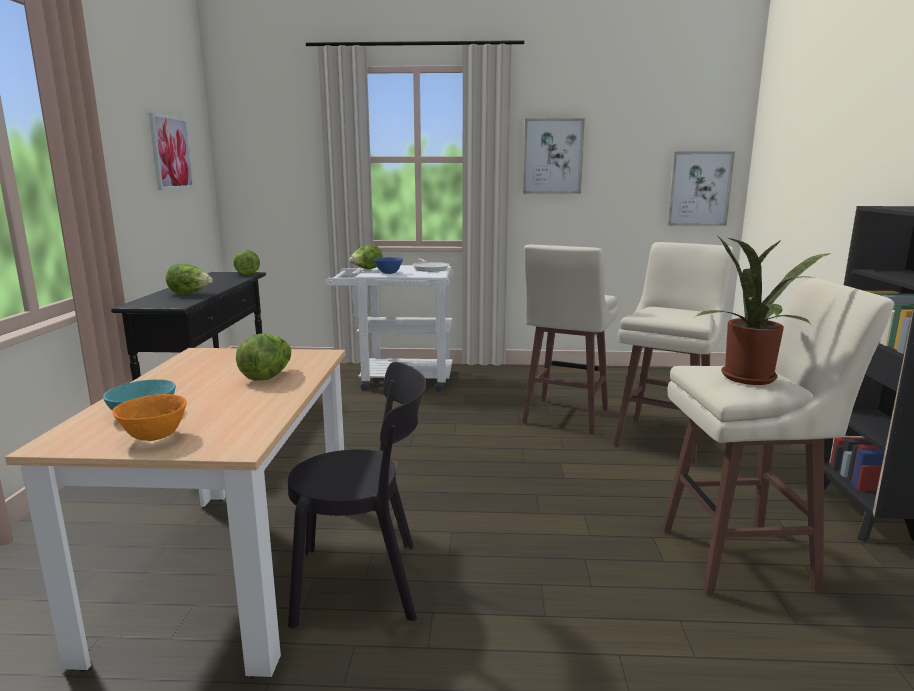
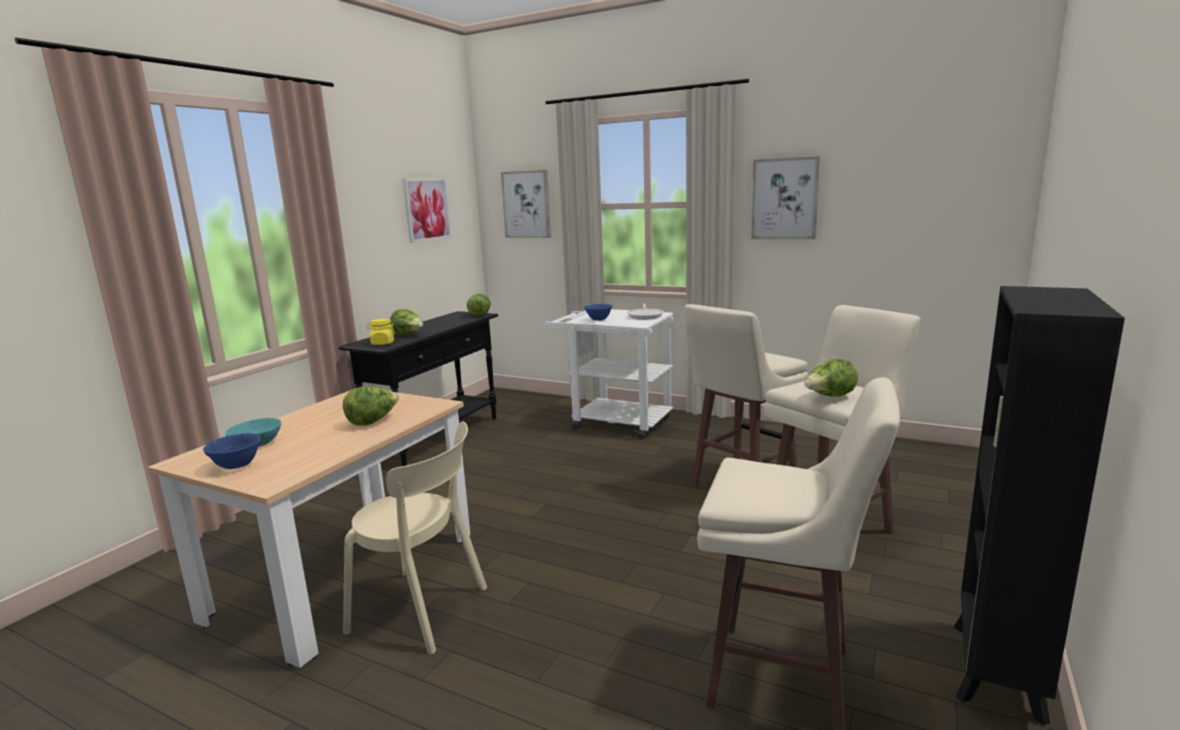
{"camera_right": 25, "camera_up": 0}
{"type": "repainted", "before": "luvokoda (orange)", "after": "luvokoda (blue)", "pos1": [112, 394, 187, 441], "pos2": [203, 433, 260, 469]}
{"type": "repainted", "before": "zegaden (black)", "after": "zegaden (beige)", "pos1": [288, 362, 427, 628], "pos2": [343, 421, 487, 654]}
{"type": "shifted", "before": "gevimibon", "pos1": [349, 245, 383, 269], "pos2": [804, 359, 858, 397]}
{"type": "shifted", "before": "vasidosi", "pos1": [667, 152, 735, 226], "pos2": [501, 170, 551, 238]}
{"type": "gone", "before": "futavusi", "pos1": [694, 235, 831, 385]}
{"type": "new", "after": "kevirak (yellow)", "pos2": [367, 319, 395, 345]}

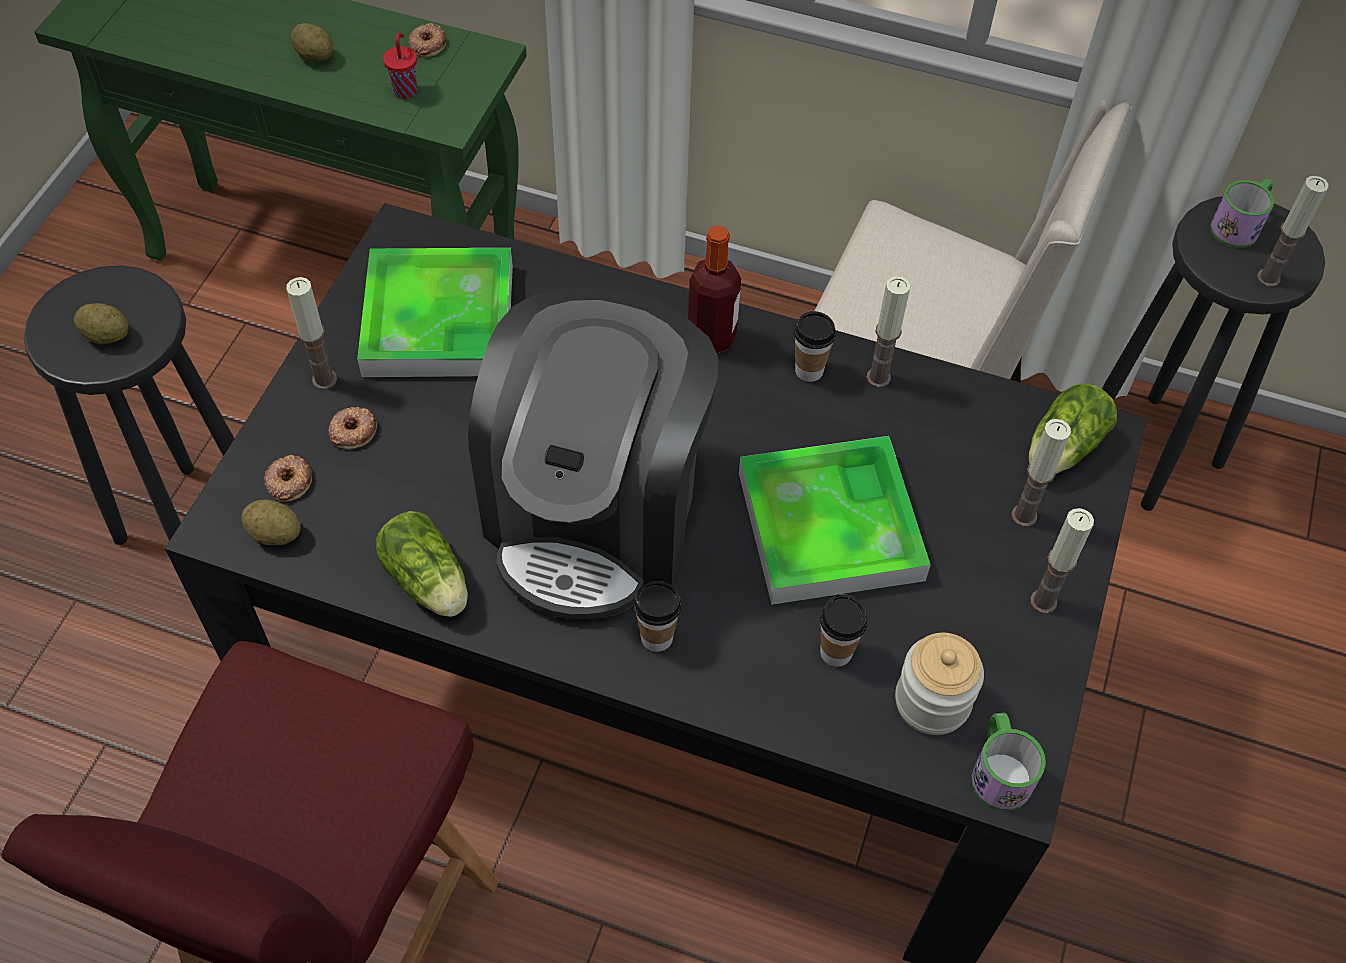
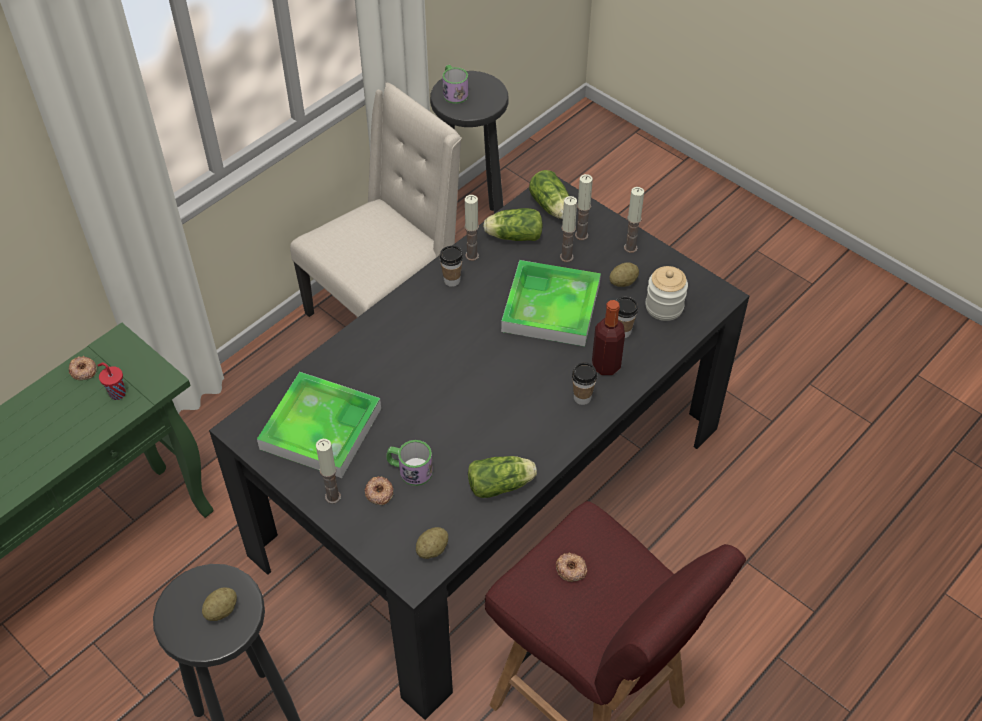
{"camera_right": -65, "camera_up": -5}
{"type": "shifted", "before": "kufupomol", "pos1": [264, 455, 312, 502], "pos2": [556, 552, 587, 582]}
{"type": "shifted", "before": "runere", "pos1": [291, 23, 333, 62], "pos2": [610, 262, 639, 287]}
{"type": "gone", "before": "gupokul", "pos1": [468, 287, 718, 619]}
{"type": "shifted", "before": "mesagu", "pos1": [688, 225, 741, 353], "pos2": [592, 300, 625, 375]}
{"type": "shifted", "before": "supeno", "pos1": [972, 713, 1046, 811], "pos2": [386, 440, 433, 486]}
{"type": "shifted", "before": "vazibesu", "pos1": [1257, 176, 1329, 287], "pos2": [560, 196, 577, 262]}
{"type": "new", "after": "gevimibon", "pos2": [483, 208, 543, 241]}

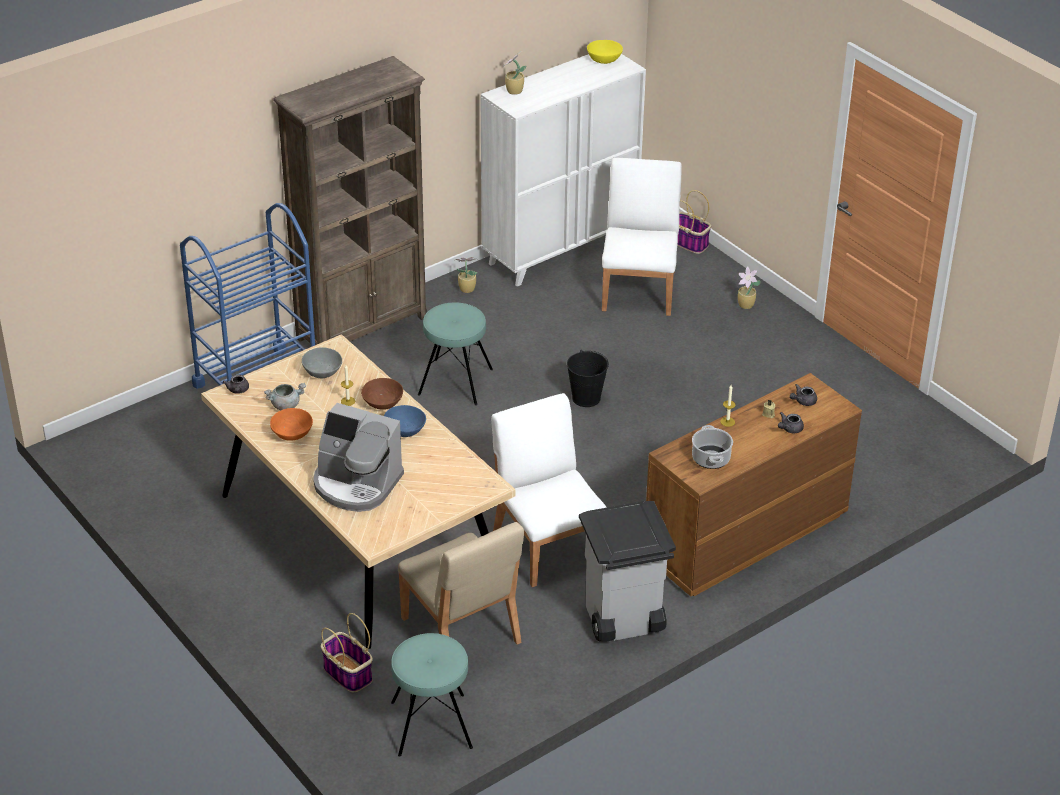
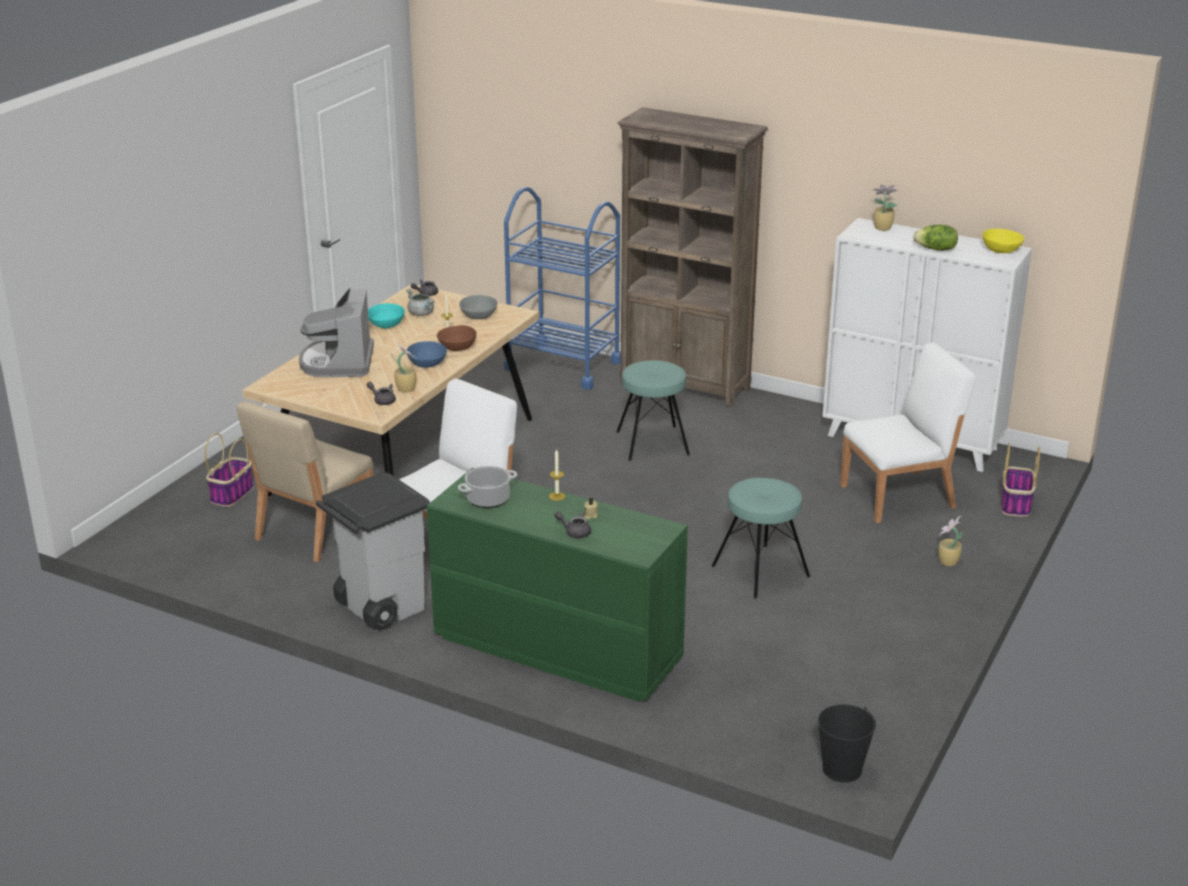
{"camera_right": 65, "camera_up": -10}
{"type": "repainted", "before": "luvokoda (orange)", "after": "luvokoda (turquoise)", "pos1": [270, 408, 313, 440], "pos2": [368, 303, 405, 328]}
{"type": "shifted", "before": "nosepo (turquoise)", "pos1": [391, 633, 473, 757], "pos2": [712, 478, 810, 599]}
{"type": "shifted", "before": "futavusi", "pos1": [455, 257, 478, 293], "pos2": [391, 342, 417, 393]}
{"type": "shifted", "before": "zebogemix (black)", "pos1": [567, 350, 609, 407], "pos2": [818, 704, 876, 783]}
{"type": "repainted", "before": "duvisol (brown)", "after": "duvisol (green)", "pos1": [646, 373, 862, 596], "pos2": [427, 468, 688, 702]}
{"type": "shifted", "before": "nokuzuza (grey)", "pos1": [790, 384, 817, 406], "pos2": [366, 382, 396, 405]}
{"type": "new", "after": "gevimibon", "pos2": [913, 225, 958, 251]}

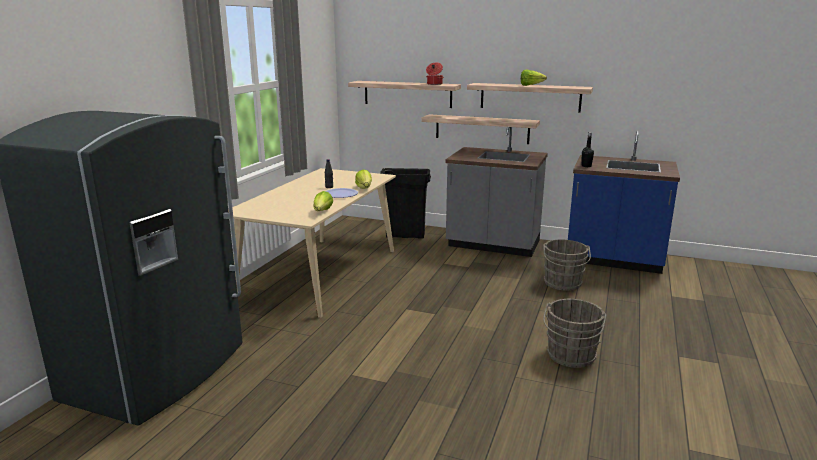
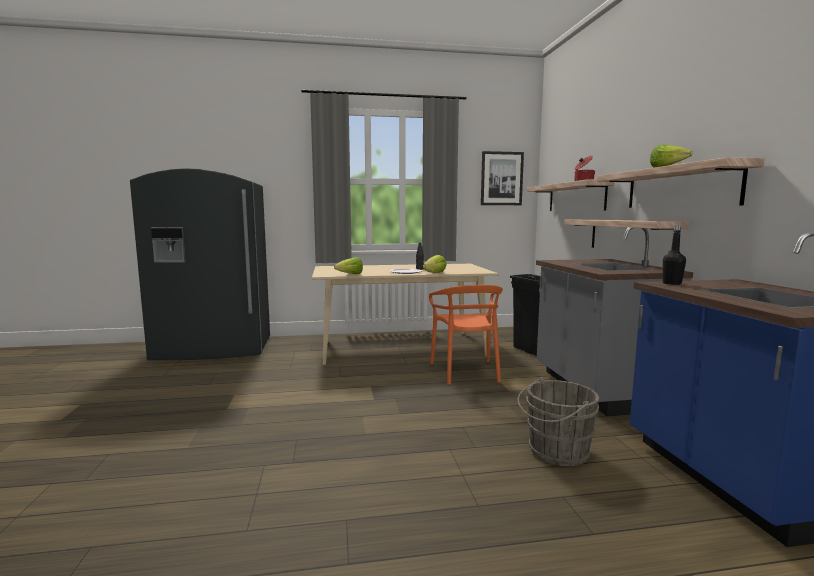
{"camera_right": 60, "camera_up": -10}
{"type": "gone", "before": "zebogemix (grey)", "pos1": [543, 299, 606, 368]}
{"type": "new", "after": "zegaden (orange)", "pos2": [429, 285, 503, 385]}
{"type": "new", "after": "vasidosi", "pos2": [481, 151, 524, 205]}

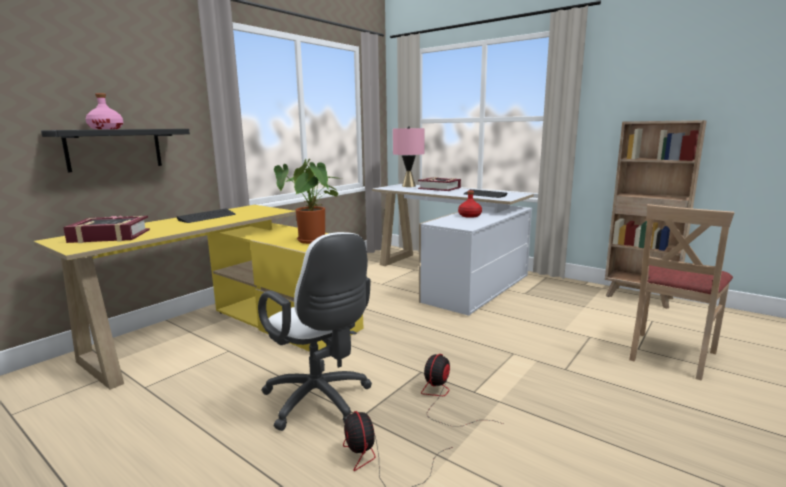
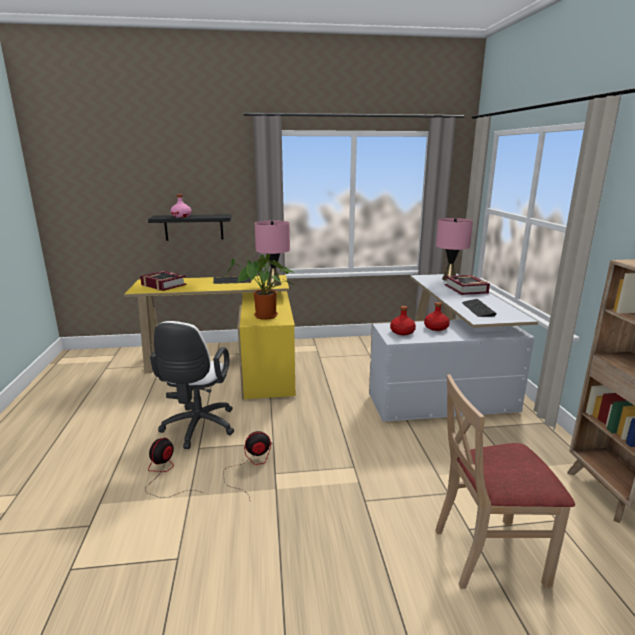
{"camera_right": 45, "camera_up": 5}
{"type": "new", "after": "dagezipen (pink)", "pos2": [255, 221, 290, 286]}
{"type": "new", "after": "mesagu (red)", "pos2": [390, 306, 416, 335]}

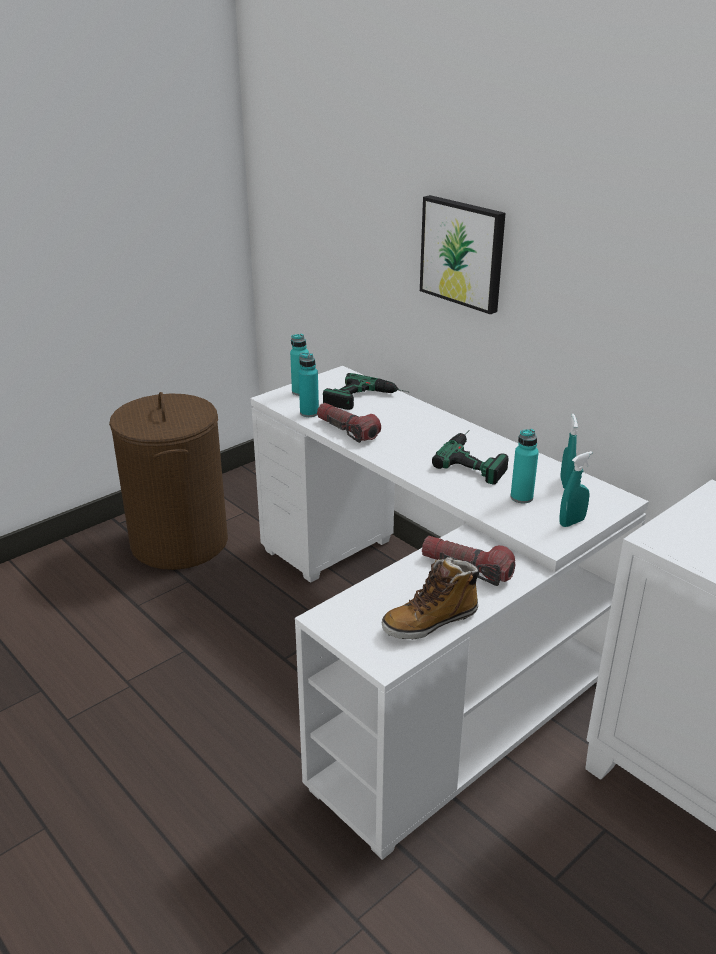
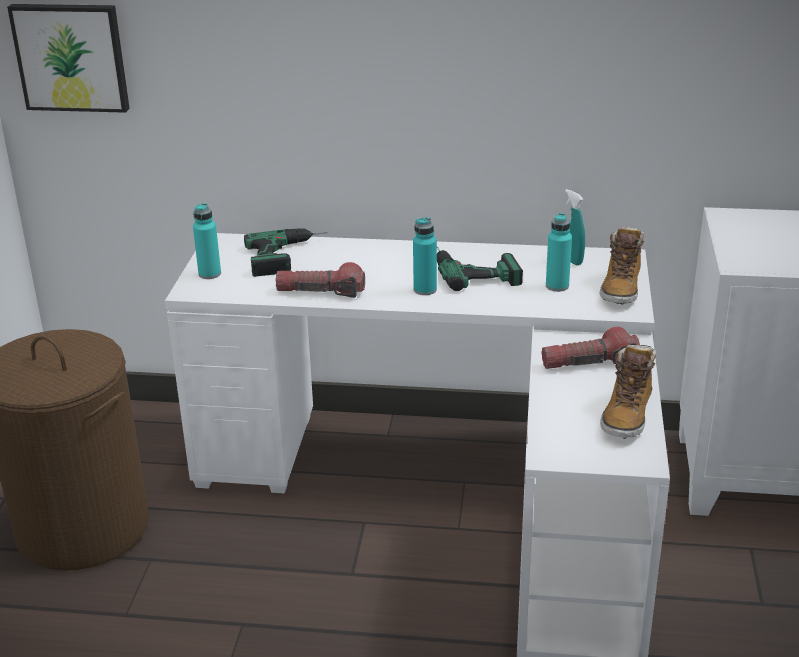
{"camera_right": -40, "camera_up": 0}
{"type": "shifted", "before": "mesagu (turquoise)", "pos1": [299, 353, 319, 417], "pos2": [413, 217, 437, 295]}
{"type": "shifted", "before": "vasidosi", "pos1": [420, 195, 505, 314], "pos2": [7, 4, 130, 113]}
{"type": "swapped", "before": "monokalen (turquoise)", "after": "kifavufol", "pos1": [560, 451, 592, 527], "pos2": [600, 227, 644, 305]}

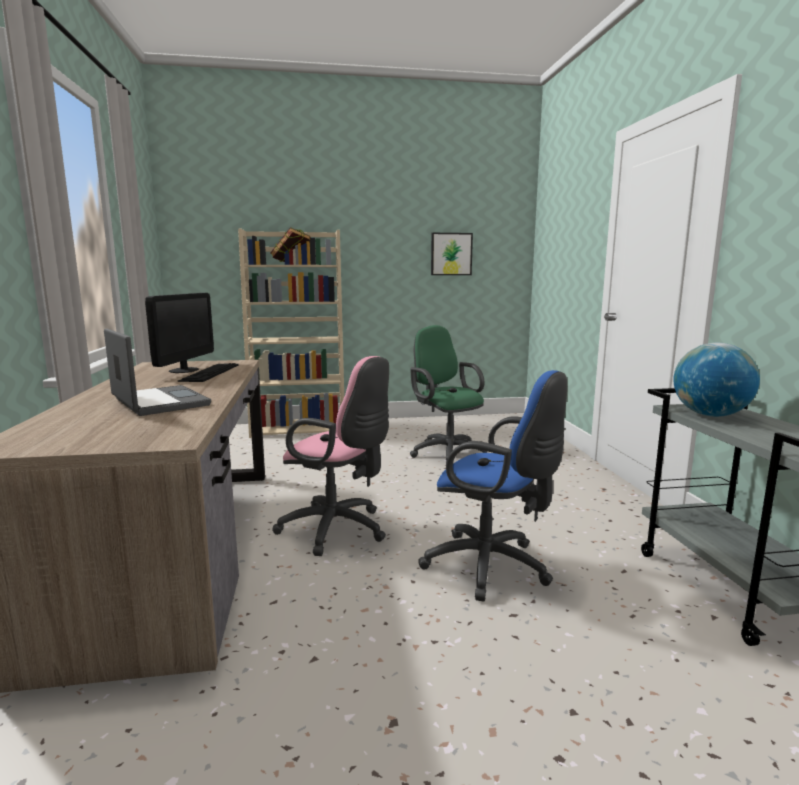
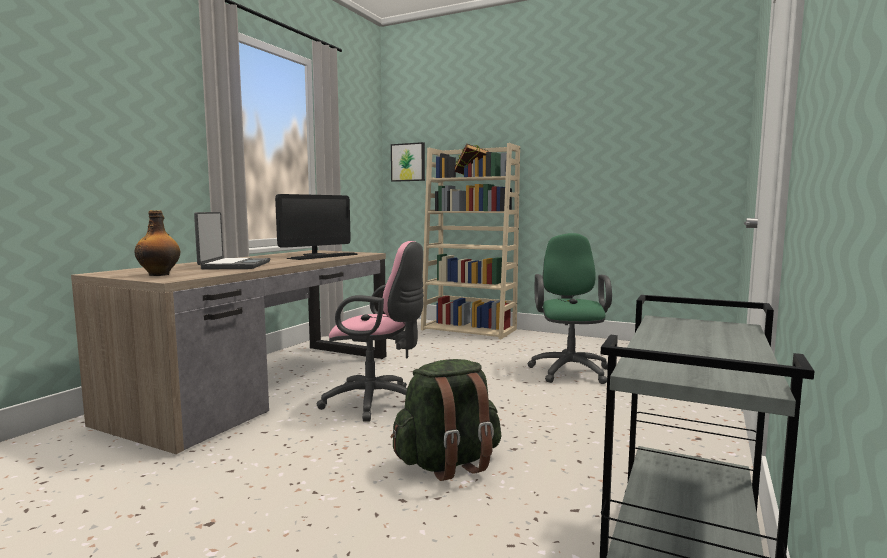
{"camera_right": 35, "camera_up": -5}
{"type": "rotated", "before": "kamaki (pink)", "pos1": [272, 356, 389, 556], "pos2": [317, 241, 424, 422], "turn": -45}
{"type": "swapped", "before": "kamaki (blue)", "after": "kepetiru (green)", "pos1": [418, 370, 567, 602], "pos2": [391, 359, 502, 481]}
{"type": "shifted", "before": "vasidosi", "pos1": [431, 233, 473, 275], "pos2": [391, 142, 425, 182]}
{"type": "gone", "before": "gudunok", "pos1": [673, 343, 760, 417]}
{"type": "new", "after": "mesagu", "pos2": [135, 210, 180, 276]}

